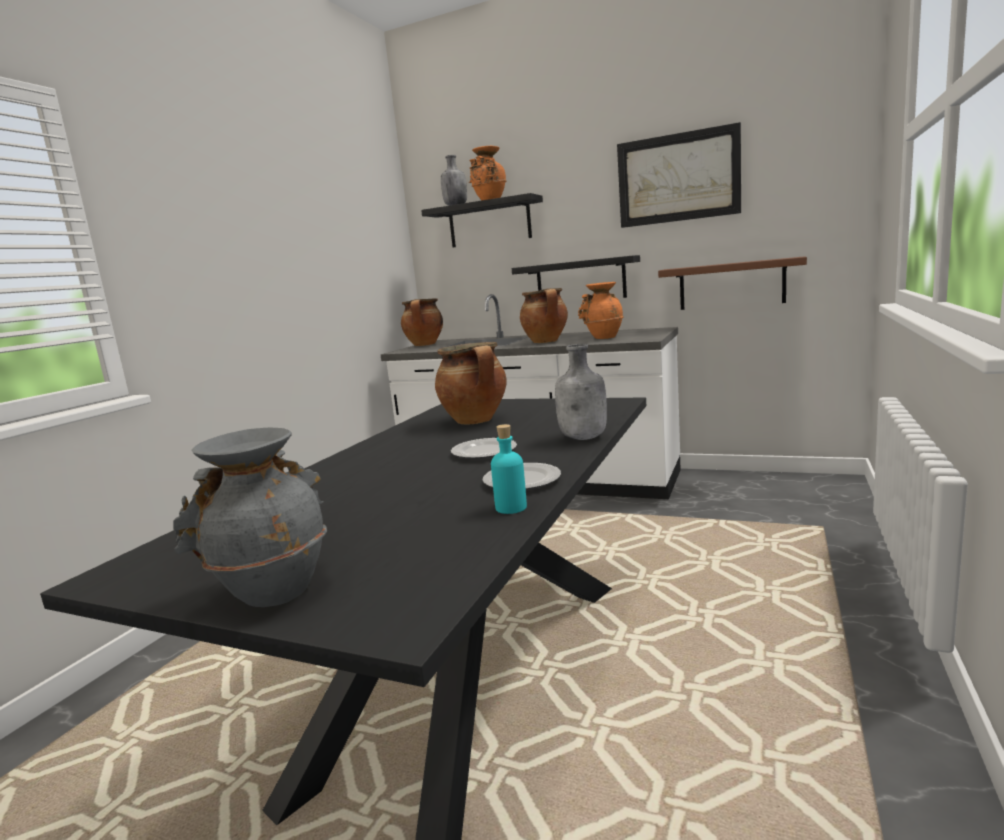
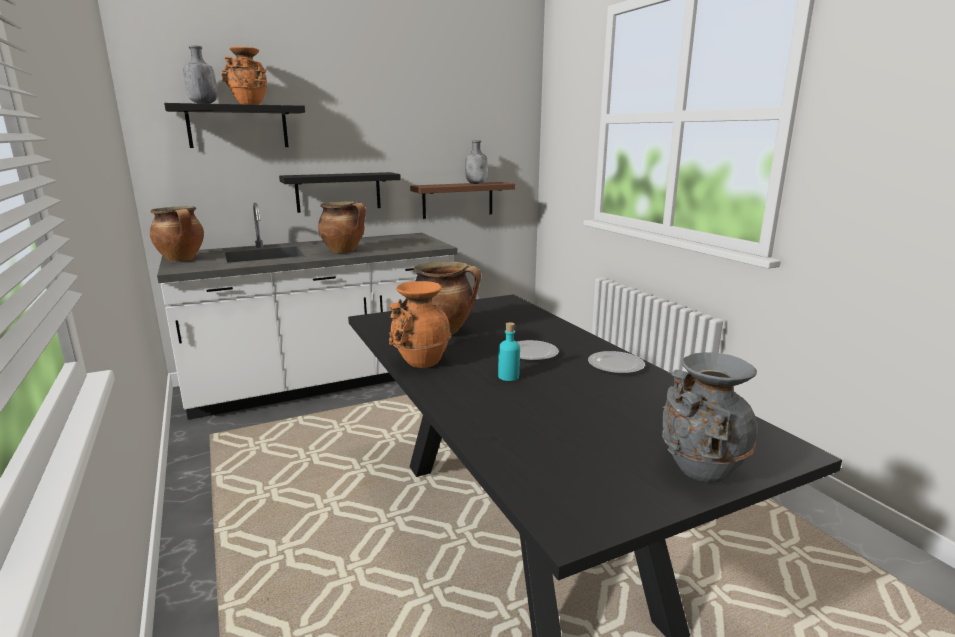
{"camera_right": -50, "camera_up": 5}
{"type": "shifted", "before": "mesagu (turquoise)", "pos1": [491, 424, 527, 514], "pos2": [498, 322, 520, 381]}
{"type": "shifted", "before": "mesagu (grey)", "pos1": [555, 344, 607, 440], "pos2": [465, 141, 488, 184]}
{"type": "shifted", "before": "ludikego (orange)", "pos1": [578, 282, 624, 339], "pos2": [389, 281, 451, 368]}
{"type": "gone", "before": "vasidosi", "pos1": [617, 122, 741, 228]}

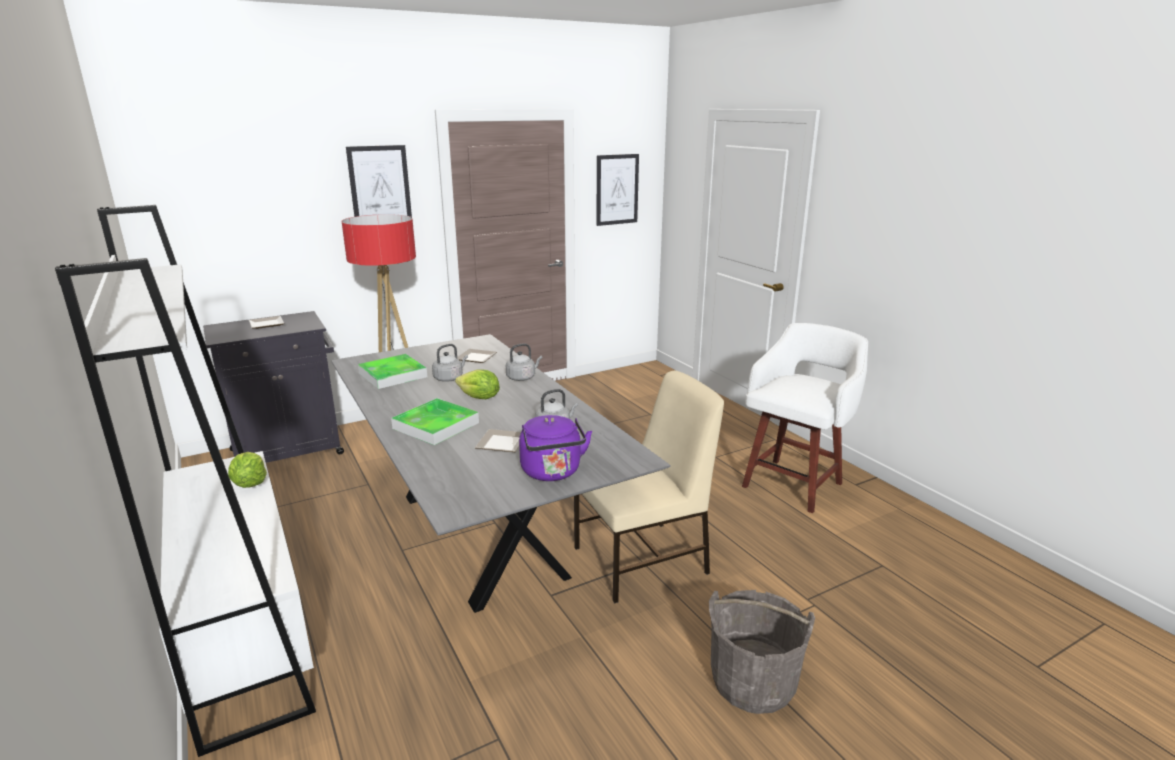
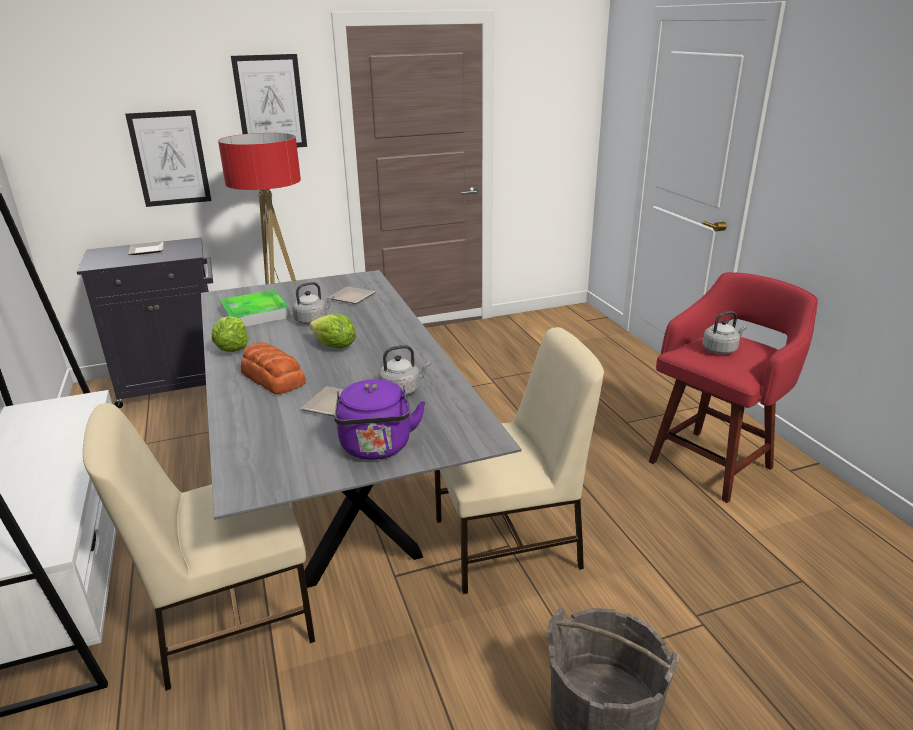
{"camera_right": 10, "camera_up": 5}
{"type": "shifted", "before": "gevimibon", "pos1": [228, 452, 267, 488], "pos2": [212, 316, 249, 352]}
{"type": "swapped", "before": "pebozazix", "after": "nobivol", "pos1": [391, 398, 479, 445], "pos2": [241, 342, 306, 394]}
{"type": "shifted", "before": "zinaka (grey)", "pos1": [506, 343, 542, 381], "pos2": [702, 311, 747, 354]}
{"type": "shifted", "before": "vasidosi", "pos1": [597, 154, 639, 226], "pos2": [125, 110, 211, 207]}
{"type": "repainted", "before": "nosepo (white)", "after": "nosepo (red)", "pos1": [742, 323, 868, 513], "pos2": [649, 272, 818, 503]}
{"type": "new", "after": "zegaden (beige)", "pos2": [83, 403, 315, 691]}

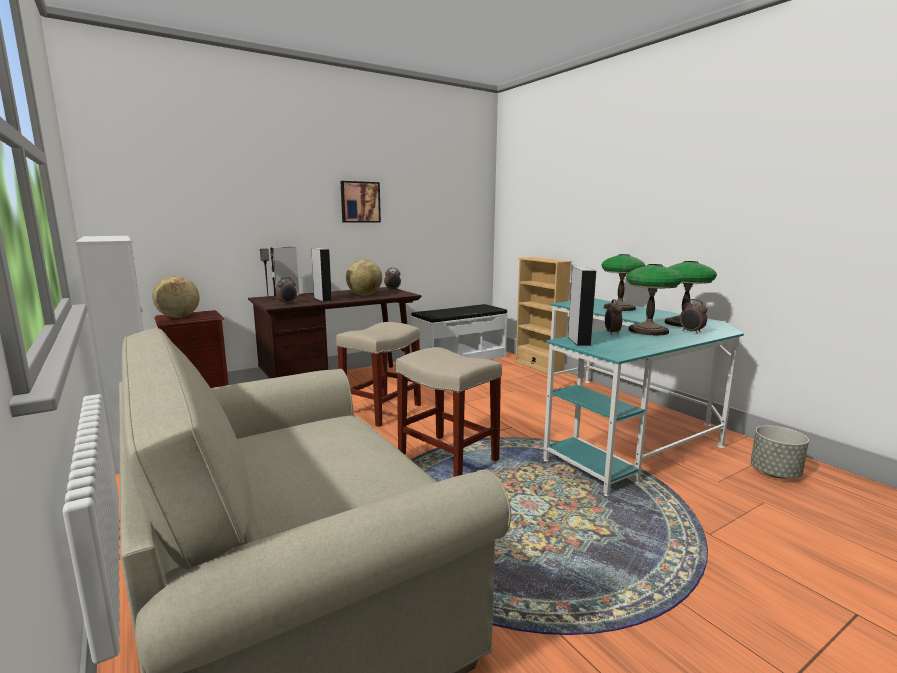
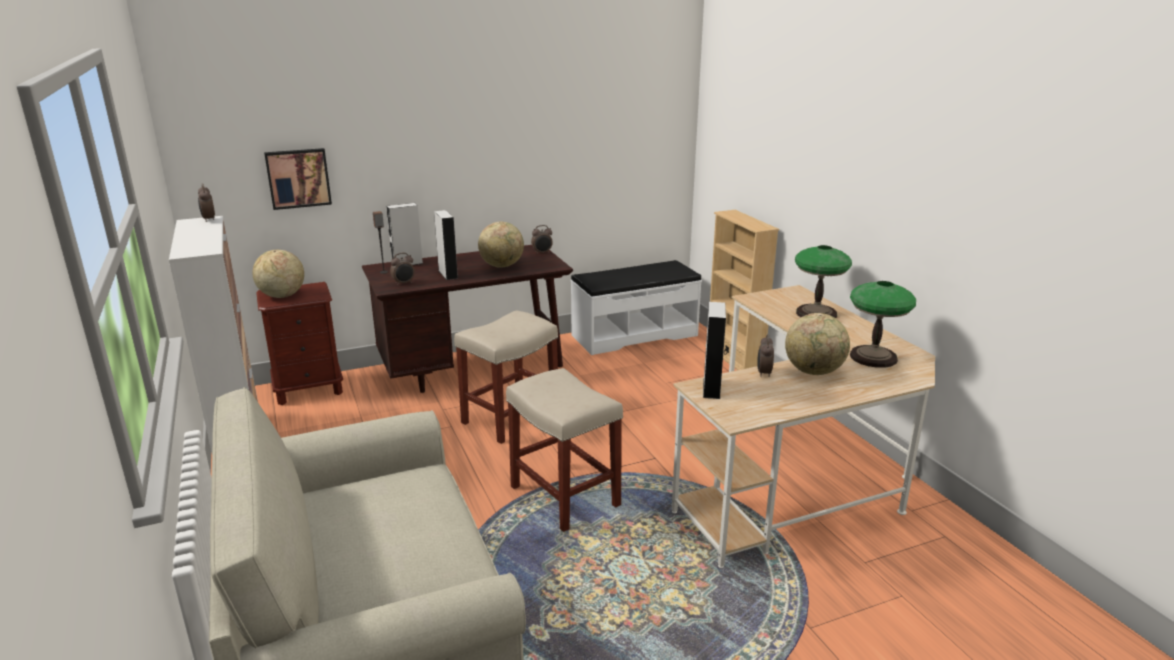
{"camera_right": 10, "camera_up": 10}
{"type": "shifted", "before": "vasidosi", "pos1": [340, 181, 381, 223], "pos2": [264, 148, 332, 210]}
{"type": "repainted", "before": "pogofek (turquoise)", "after": "pogofek (beige)", "pos1": [543, 298, 744, 496], "pos2": [672, 285, 935, 568]}
{"type": "swapped", "before": "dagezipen", "after": "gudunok", "pos1": [626, 264, 682, 335], "pos2": [785, 313, 850, 375]}
{"type": "shifted", "before": "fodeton", "pos1": [680, 299, 708, 334], "pos2": [198, 184, 215, 222]}
{"type": "gone", "before": "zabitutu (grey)", "pos1": [751, 425, 809, 478]}

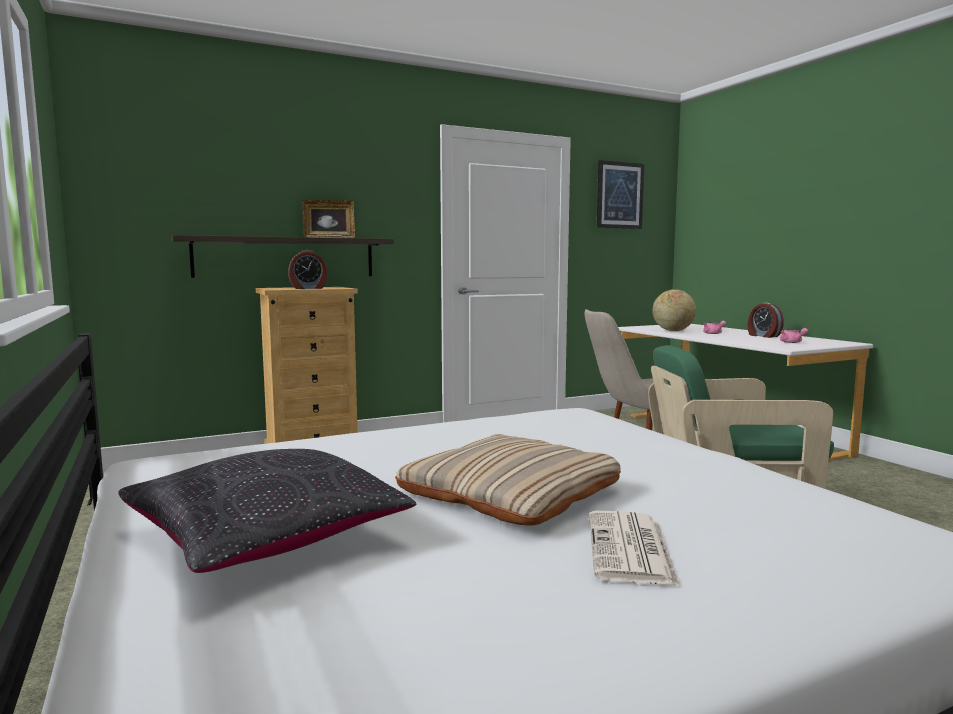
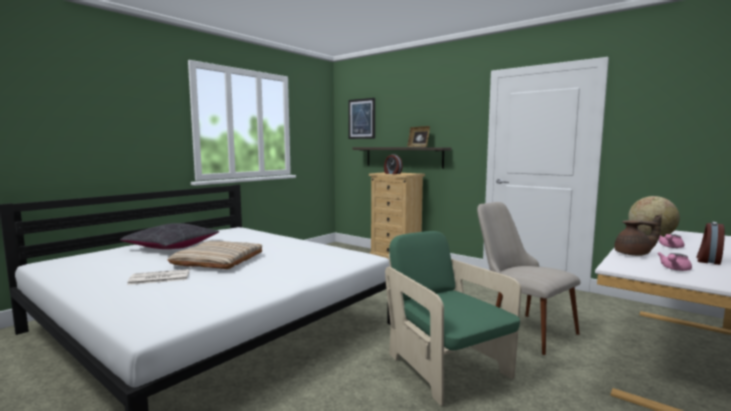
{"camera_right": 65, "camera_up": 0}
{"type": "shifted", "before": "vasidosi", "pos1": [597, 160, 644, 229], "pos2": [348, 98, 375, 139]}
{"type": "new", "after": "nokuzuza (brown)", "pos2": [614, 214, 662, 256]}

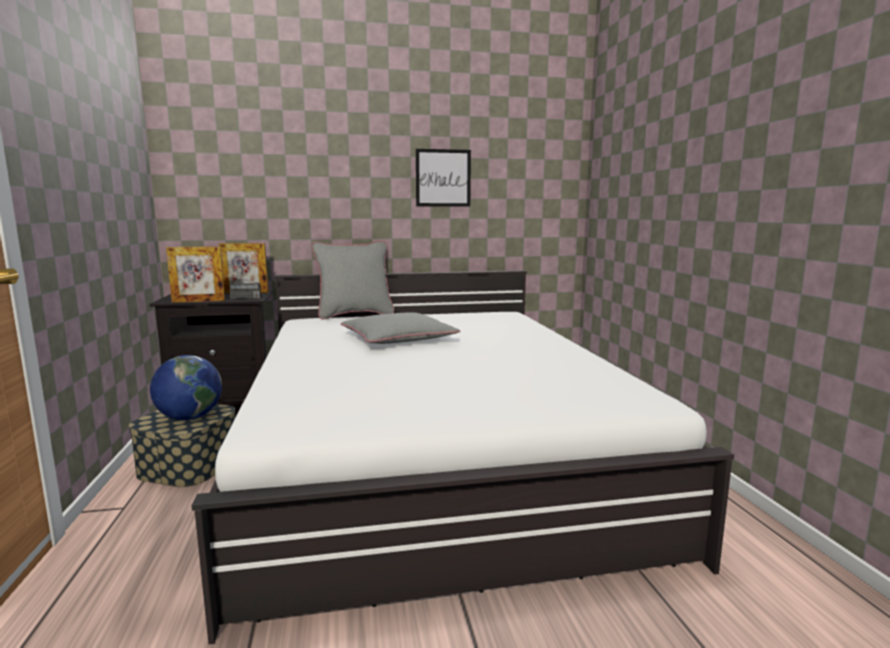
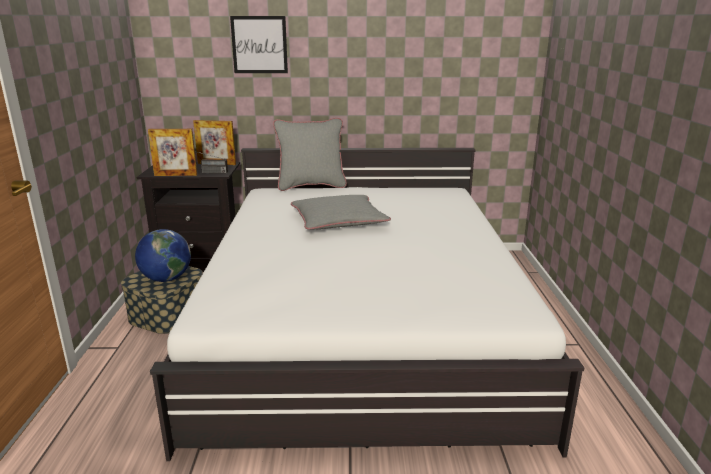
{"camera_right": 10, "camera_up": 10}
{"type": "shifted", "before": "vasidosi", "pos1": [416, 149, 471, 207], "pos2": [230, 16, 288, 73]}

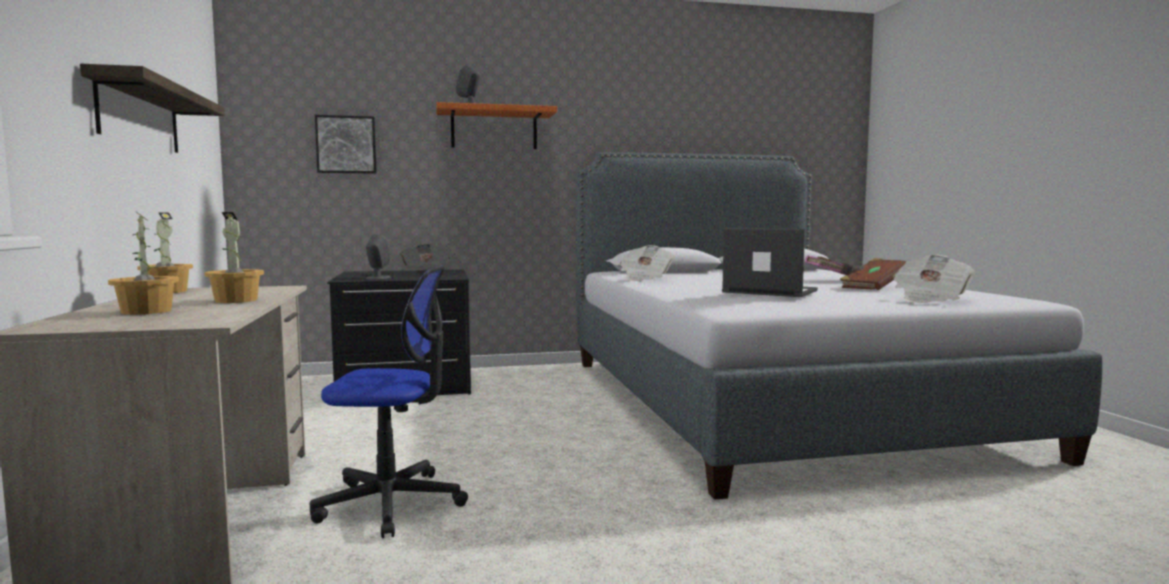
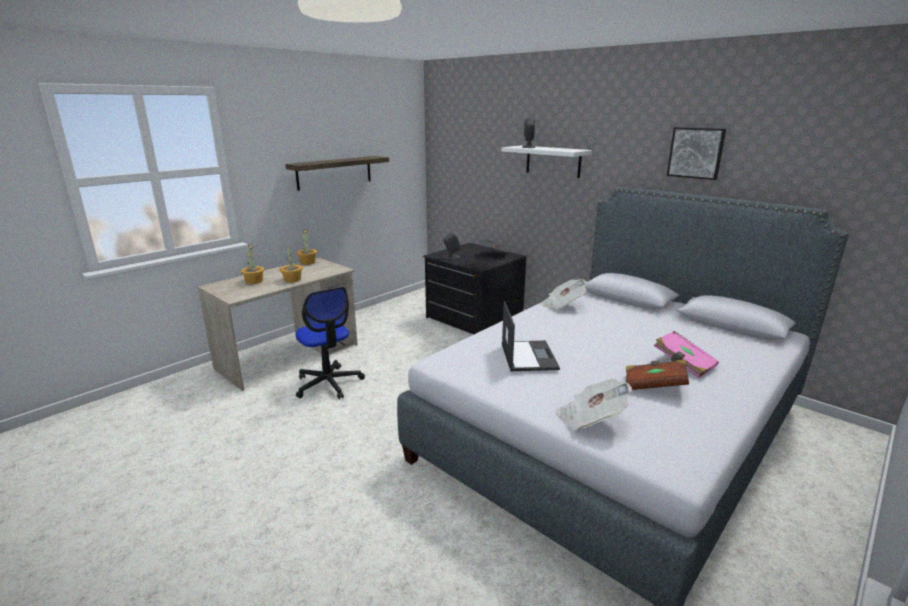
{"camera_right": 55, "camera_up": 15}
{"type": "shifted", "before": "vasidosi", "pos1": [315, 115, 377, 174], "pos2": [667, 127, 726, 180]}
{"type": "repainted", "before": "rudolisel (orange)", "after": "rudolisel (white)", "pos1": [436, 102, 557, 149], "pos2": [501, 146, 592, 178]}

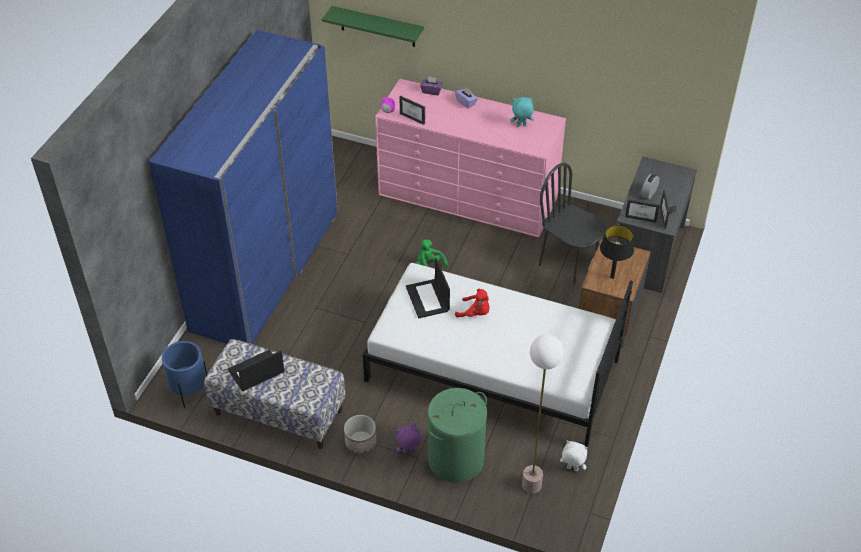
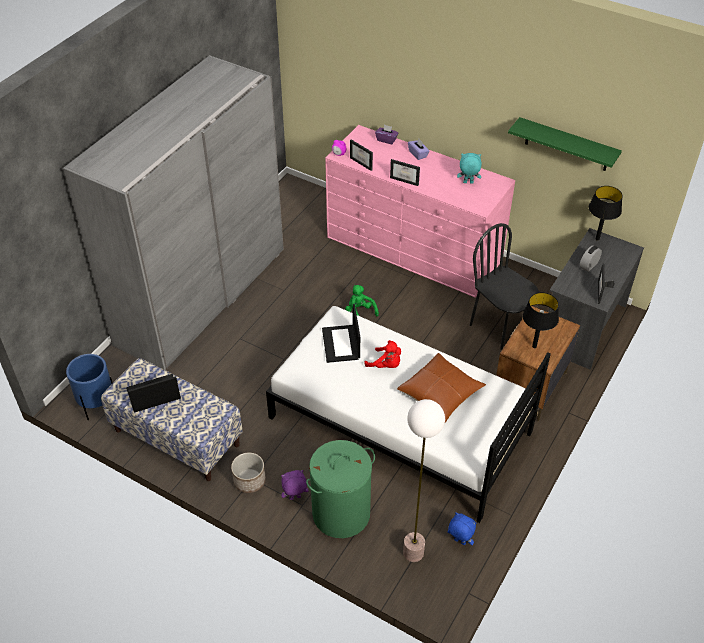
{"camera_right": 10, "camera_up": 0}
{"type": "repainted", "before": "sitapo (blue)", "after": "sitapo (grey)", "pos1": [149, 30, 338, 344], "pos2": [63, 55, 284, 370]}
{"type": "shifted", "before": "rudolisel (green)", "pos1": [322, 6, 424, 47], "pos2": [508, 117, 622, 171]}
{"type": "repainted", "before": "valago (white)", "after": "valago (blue)", "pos1": [560, 441, 588, 471], "pos2": [448, 512, 477, 545]}
{"type": "shifted", "before": "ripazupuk", "pos1": [625, 199, 660, 223], "pos2": [390, 159, 420, 186]}
{"type": "new", "after": "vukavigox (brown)", "pos2": [397, 353, 486, 422]}
{"type": "new", "after": "dagezipen (black)", "pos2": [588, 186, 623, 241]}

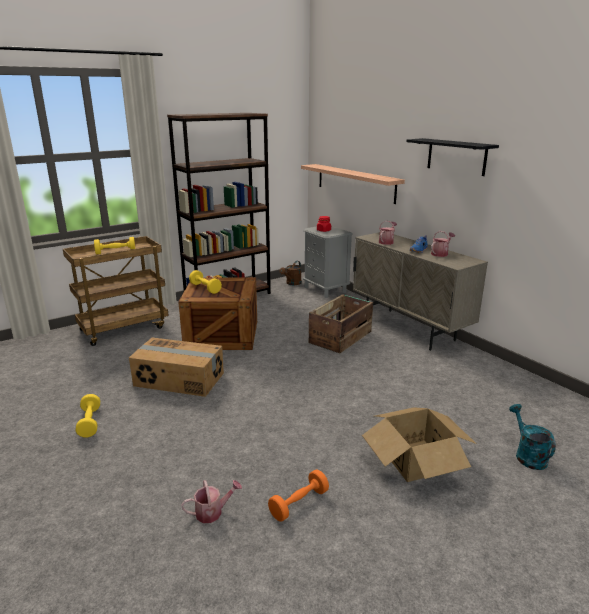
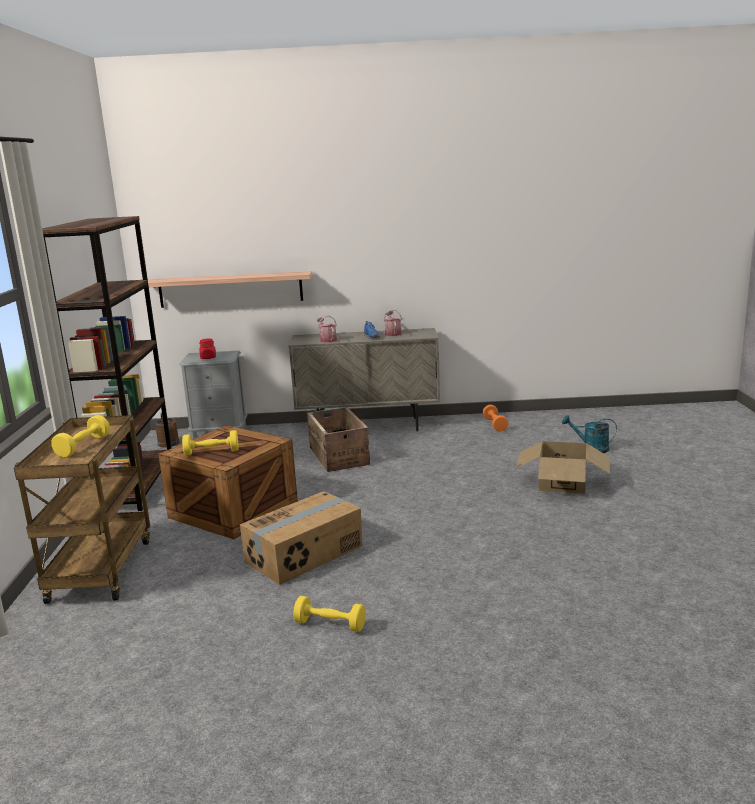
{"camera_right": -55, "camera_up": -5}
{"type": "gone", "before": "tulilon", "pos1": [181, 480, 242, 523]}
{"type": "shifted", "before": "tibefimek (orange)", "pos1": [268, 470, 329, 522], "pos2": [482, 405, 509, 431]}
{"type": "gone", "before": "rudolisel (black)", "pos1": [406, 138, 499, 176]}

